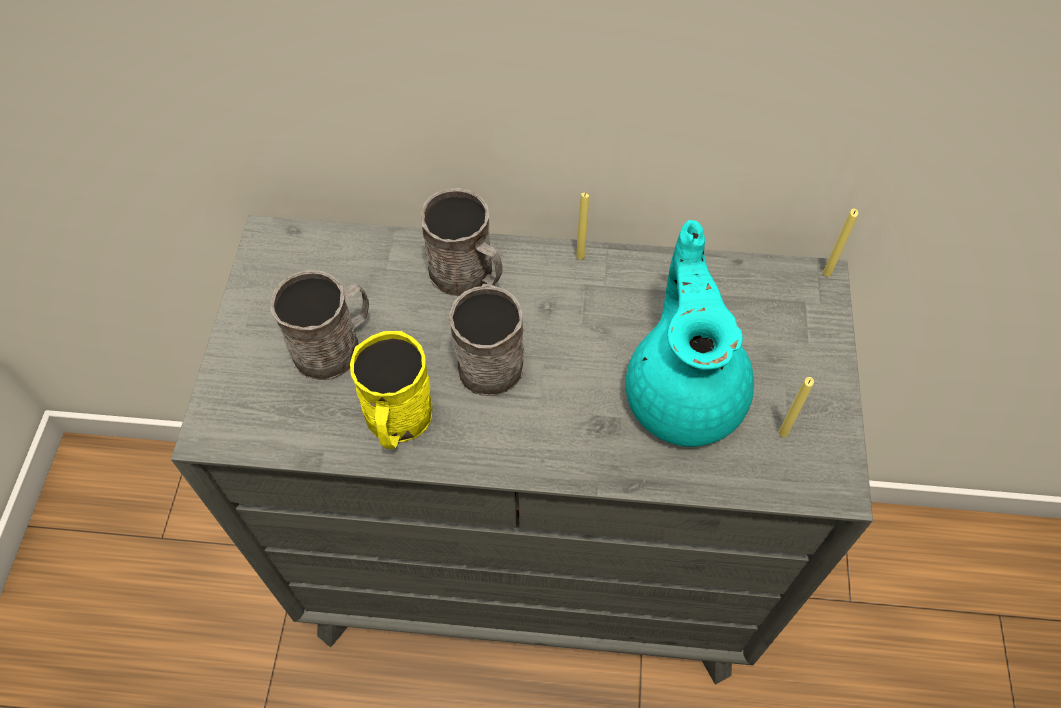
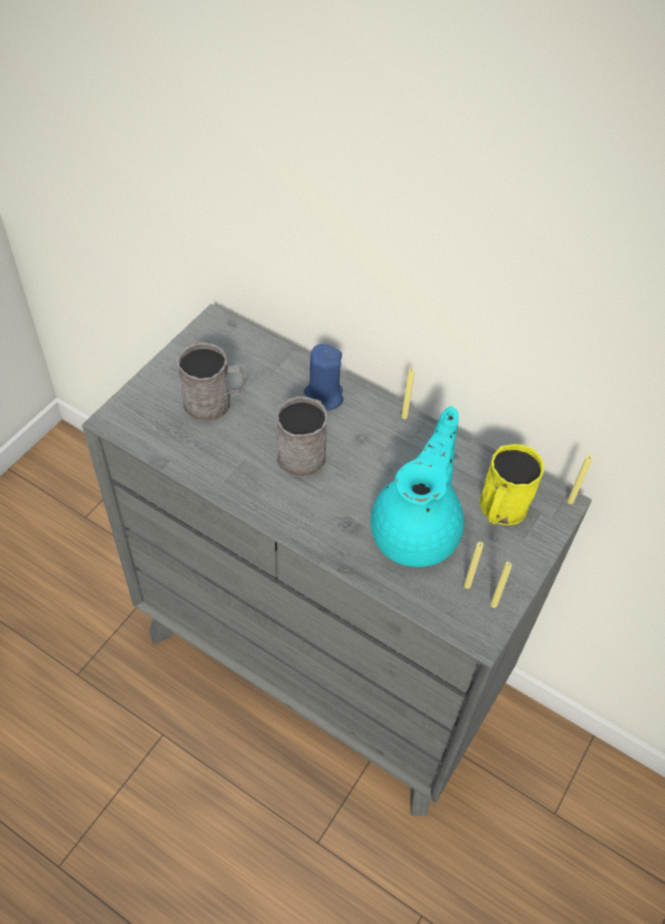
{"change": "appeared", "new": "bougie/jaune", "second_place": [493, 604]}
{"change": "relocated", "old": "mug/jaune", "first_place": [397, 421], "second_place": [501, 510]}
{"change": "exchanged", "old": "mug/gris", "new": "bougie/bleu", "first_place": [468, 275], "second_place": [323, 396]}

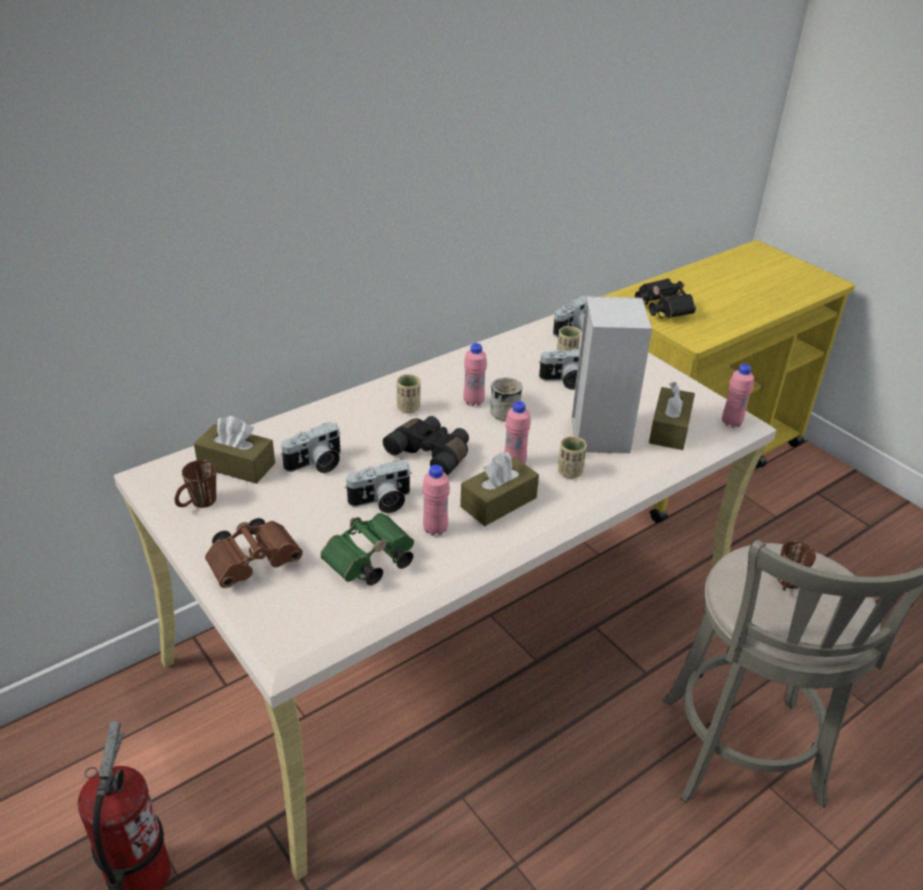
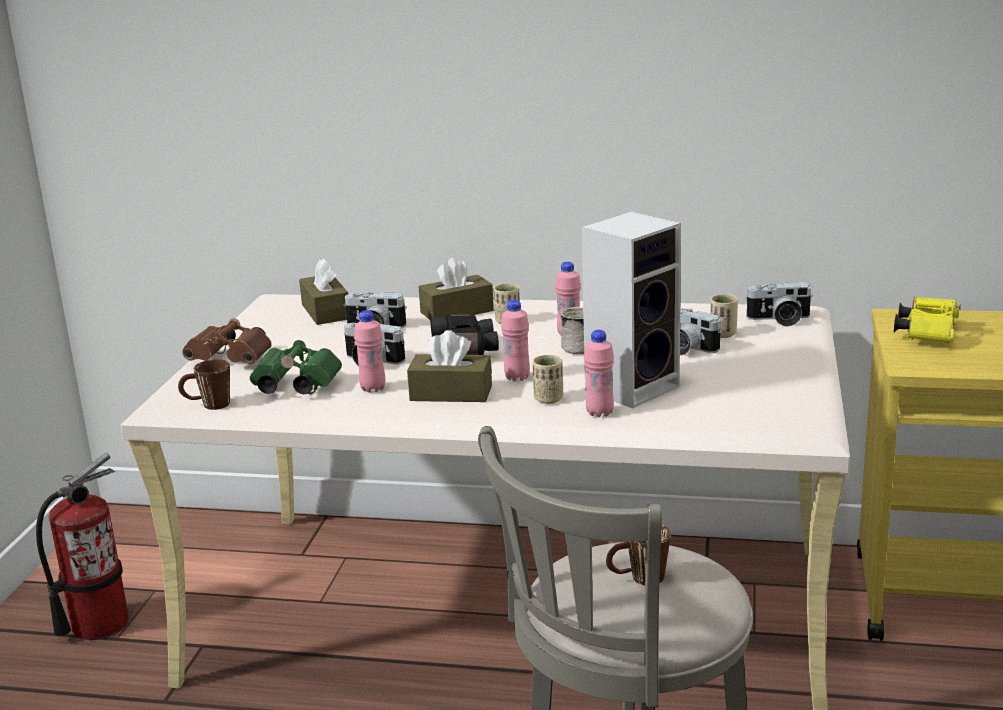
{"change": "relocated", "old": "mug/marron", "first_place": [198, 504], "second_place": [208, 405]}
{"change": "relocated", "old": "boîte à mouchoirs/marron", "first_place": [669, 429], "second_place": [457, 312]}
{"change": "relocated", "old": "bouteille/rose", "first_place": [731, 423], "second_place": [599, 413]}
{"change": "colour", "old": "jumelles/noir", "new": "jumelles/jaune", "first_place": [661, 308], "second_place": [927, 334]}

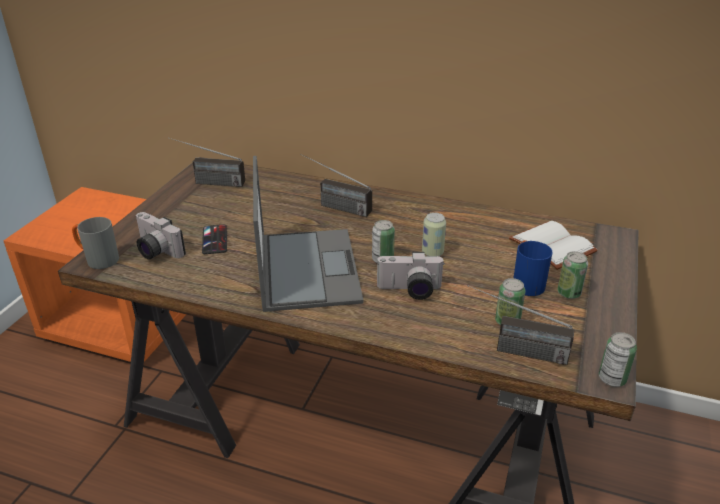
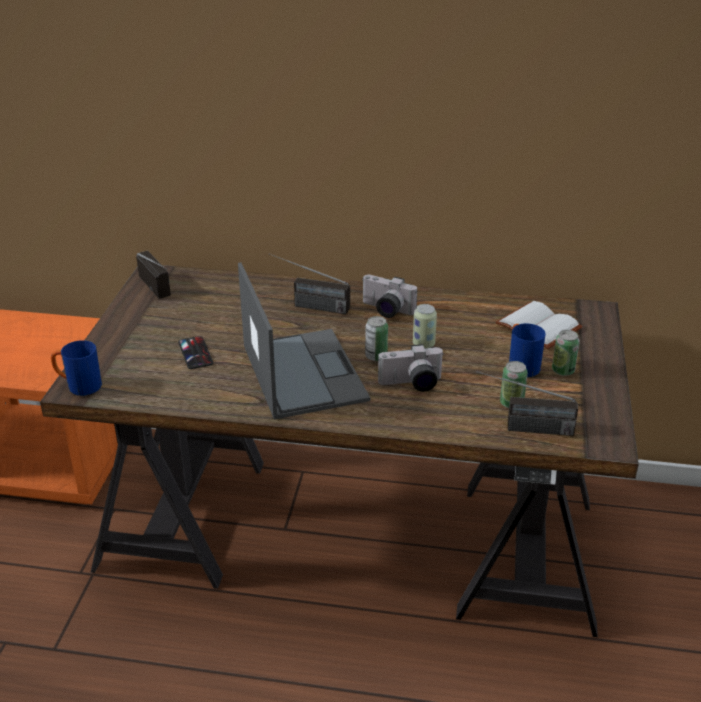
{"change": "missing", "old": "boîte métallique", "first_place": [612, 379]}
{"change": "relocated", "old": "appareil photo", "first_place": [155, 251], "second_place": [385, 310]}
{"change": "colour", "old": "mug/gris", "new": "mug/bleu", "first_place": [98, 260], "second_place": [78, 386]}
{"change": "spun", "old": "radio", "first_place": [207, 182], "second_place": [161, 291], "degrees": -120}

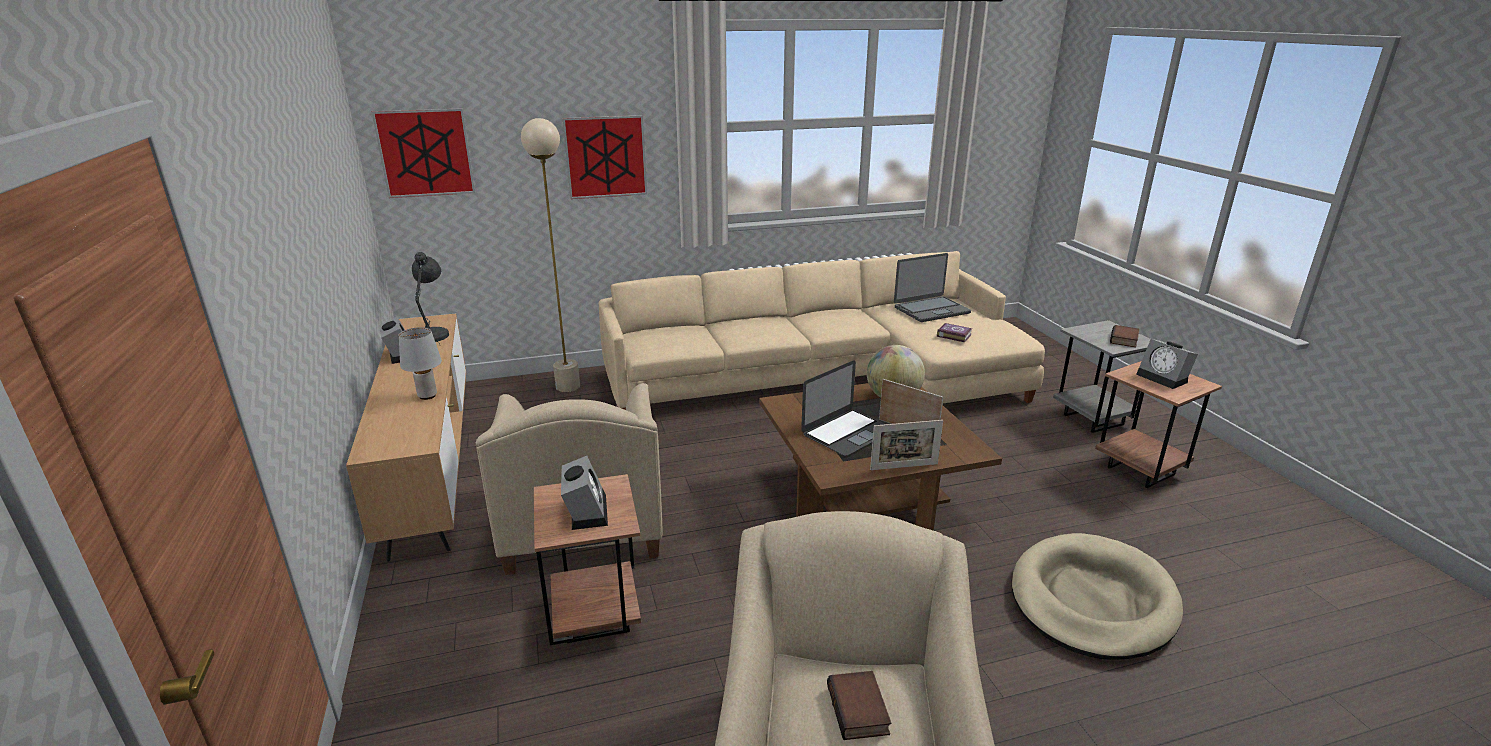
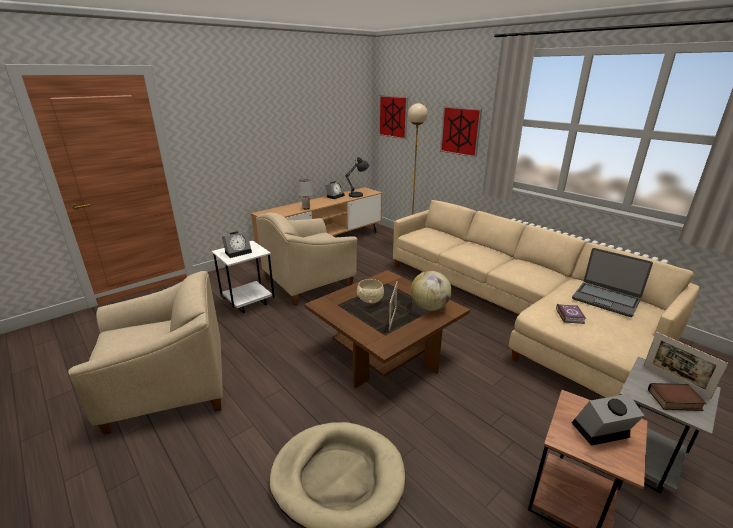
{"change": "missing", "old": "livre", "first_place": [860, 711]}
{"change": "relocated", "old": "cadre photo", "first_place": [904, 467], "second_place": [675, 381]}
{"change": "exchanged", "old": "ordinateur portable", "new": "bol/beige", "first_place": [847, 432], "second_place": [370, 300]}
{"change": "colour", "old": "table d'appoint/marron", "new": "table d'appoint/blanc", "first_place": [594, 618], "second_place": [248, 303]}
{"change": "spun", "old": "réveil", "first_place": [1164, 378], "second_place": [600, 432], "degrees": 45}

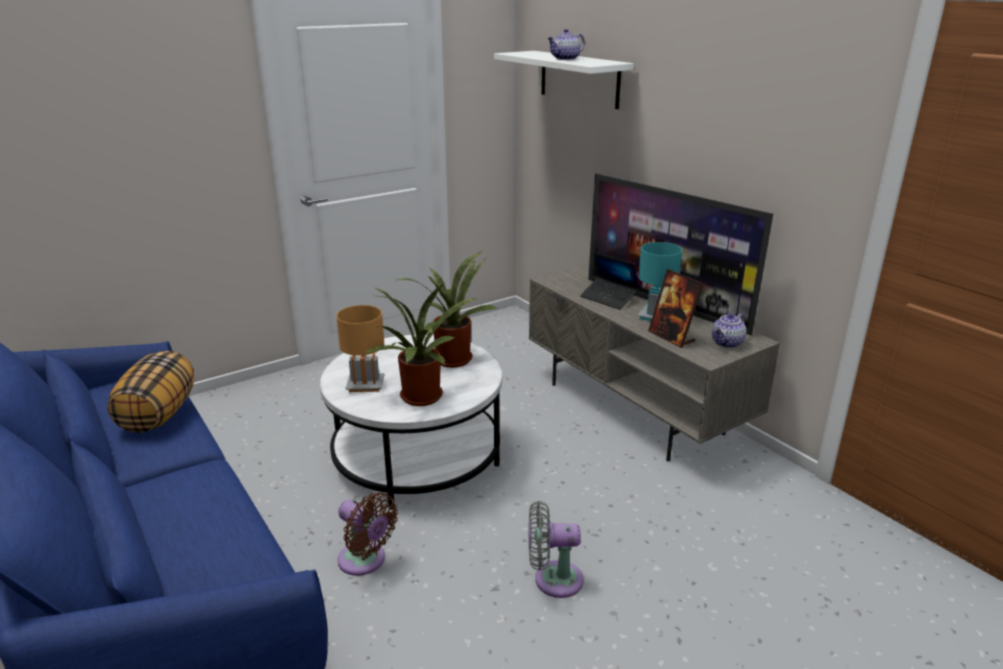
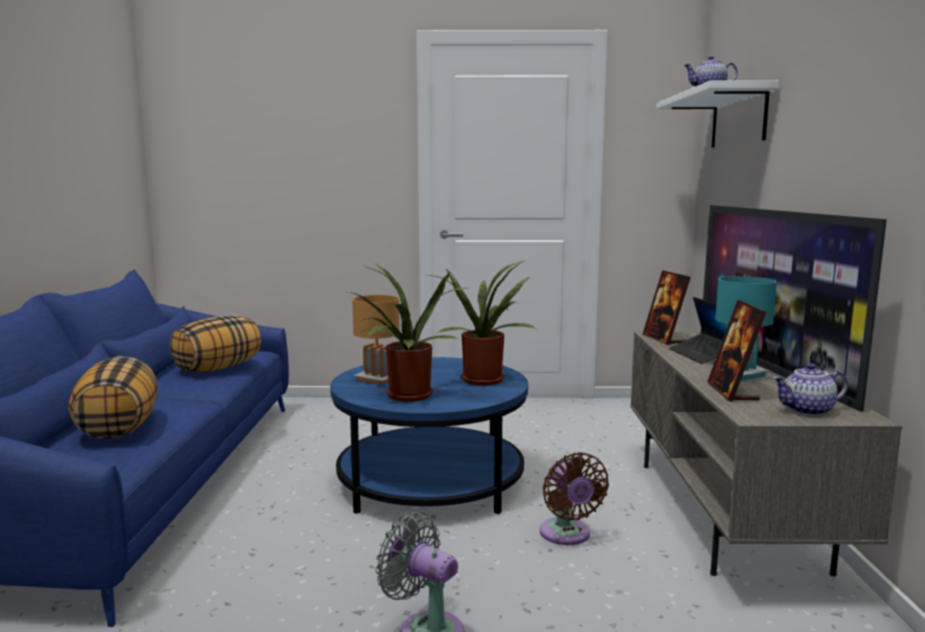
{"change": "appeared", "new": "coussin", "second_place": [118, 429]}
{"change": "appeared", "new": "cadre photo", "second_place": [664, 339]}
{"change": "relocated", "old": "ventilateur/marron", "first_place": [365, 561], "second_place": [567, 535]}
{"change": "colour", "old": "table basse/blanc", "new": "table basse/bleu", "first_place": [416, 456], "second_place": [430, 482]}

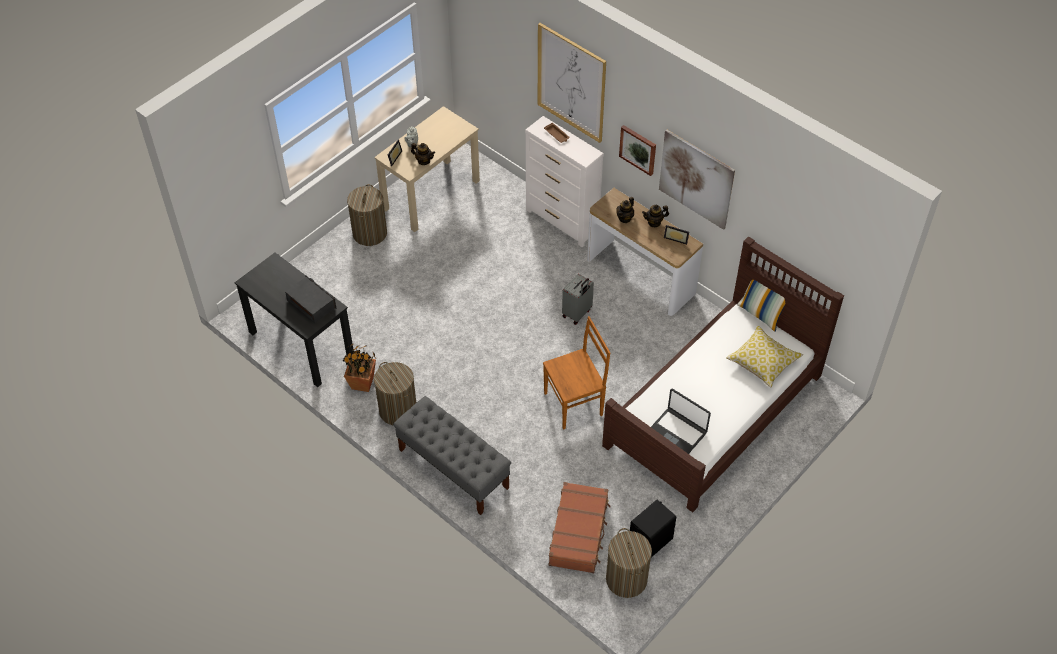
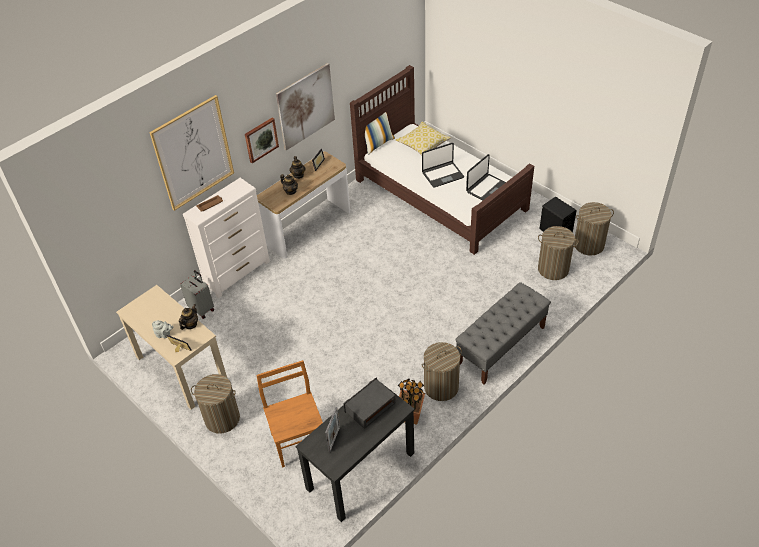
{"change": "appeared", "new": "cadre photo", "second_place": [334, 439]}
{"change": "appeared", "new": "ordinateur portable", "second_place": [442, 175]}
{"change": "relocated", "old": "chaise/marron", "first_place": [575, 403], "second_place": [298, 441]}
{"change": "relocated", "old": "valise/gris", "first_place": [577, 313], "second_place": [202, 309]}
{"change": "exchanged", "old": "valise/marron", "new": "panier à linge", "first_place": [579, 532], "second_place": [553, 269]}

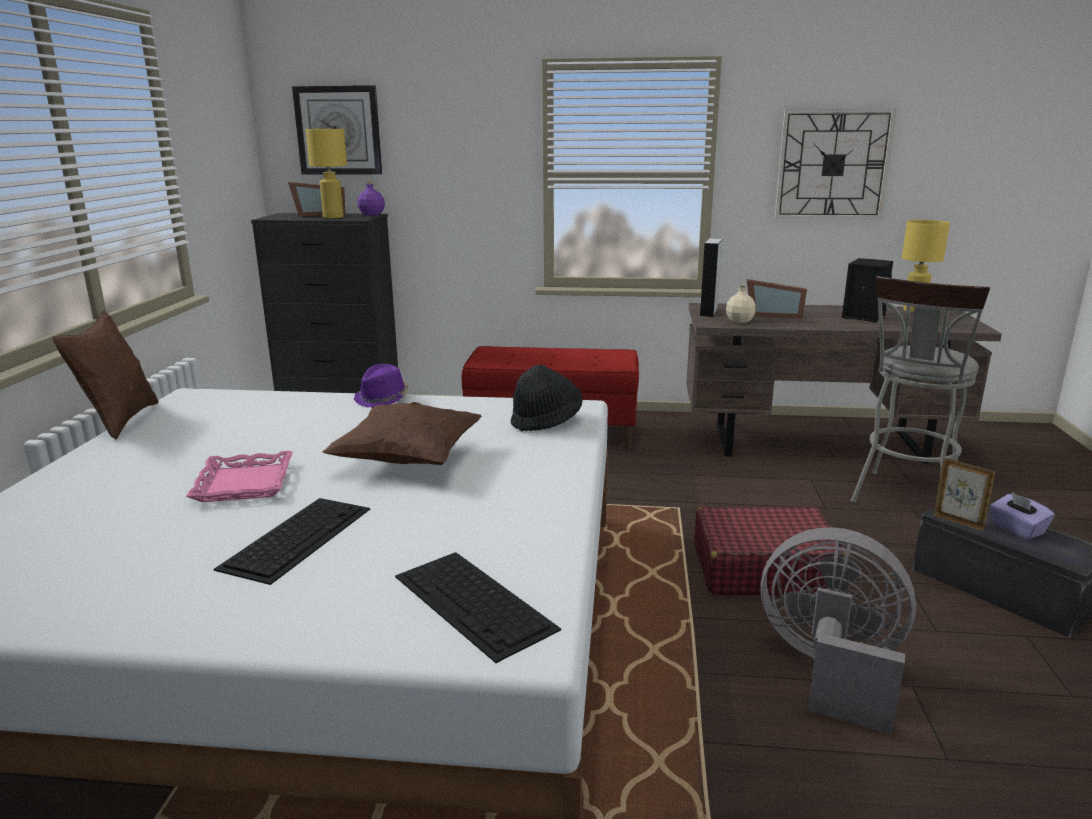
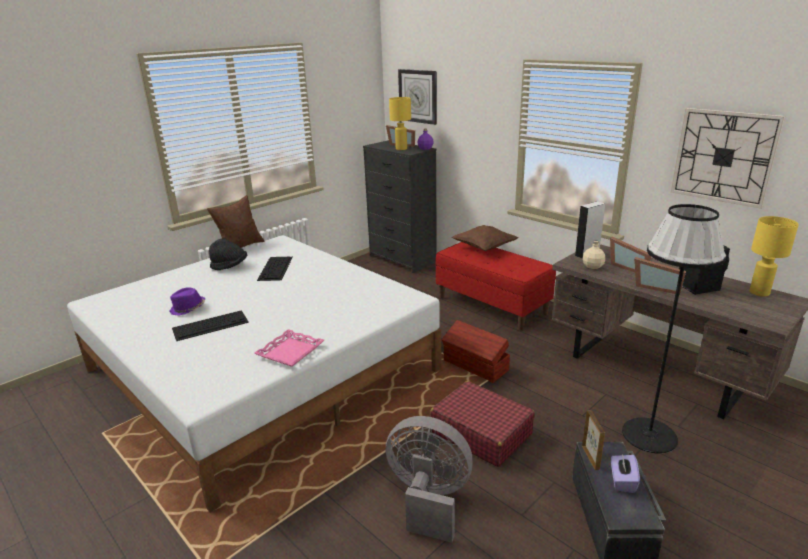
{"change": "appeared", "new": "boîte de rangement/marron", "second_place": [475, 366]}
{"change": "appeared", "new": "cadre photo", "second_place": [656, 287]}
{"change": "relocated", "old": "plateau/rose", "first_place": [243, 483], "second_place": [290, 352]}
{"change": "relocated", "old": "coussin/marron", "first_place": [408, 460], "second_place": [484, 248]}
{"change": "relocated", "old": "chapeau/violet", "first_place": [383, 399], "second_place": [188, 309]}
{"change": "relocated", "old": "clavier", "first_place": [475, 602], "second_place": [275, 268]}
{"change": "relocated", "old": "chapeau/noir", "first_place": [546, 421], "second_place": [230, 267]}
{"change": "exchanged", "old": "tabouret/gris", "new": "lampadaire/noir", "first_place": [903, 500], "second_place": [649, 435]}
{"change": "spun", "old": "ventilateur/gris", "first_place": [830, 670], "second_place": [428, 499], "degrees": -45}

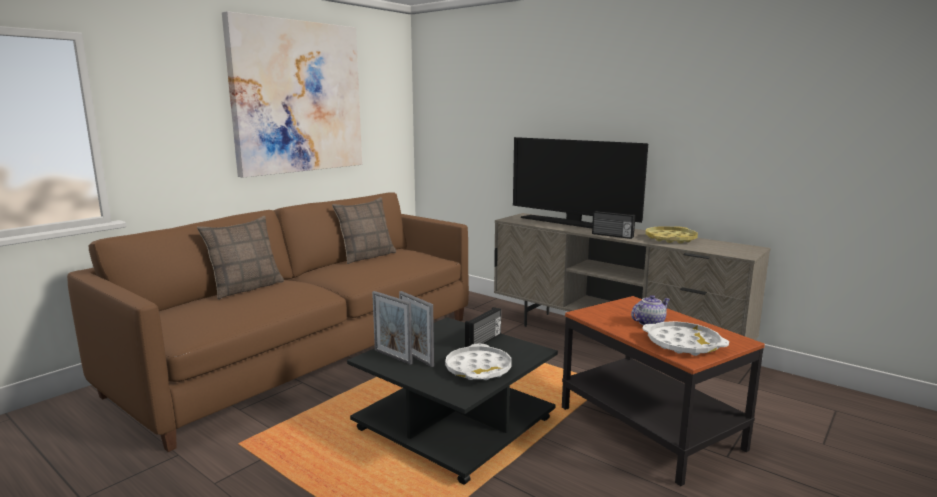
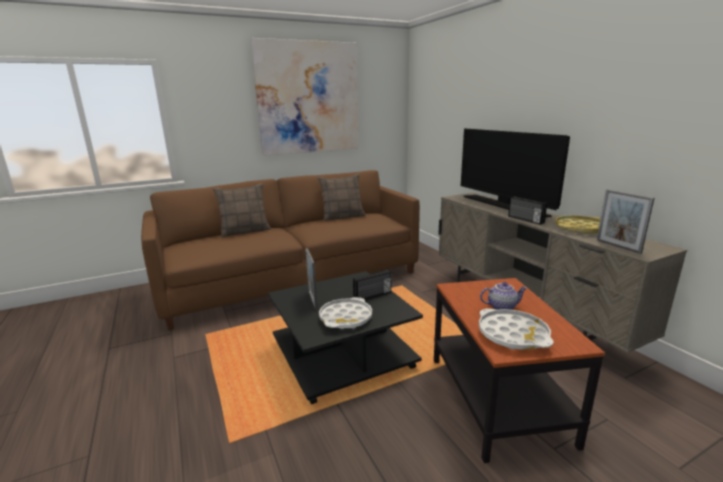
{"change": "relocated", "old": "cadre photo", "first_place": [393, 356], "second_place": [618, 246]}

